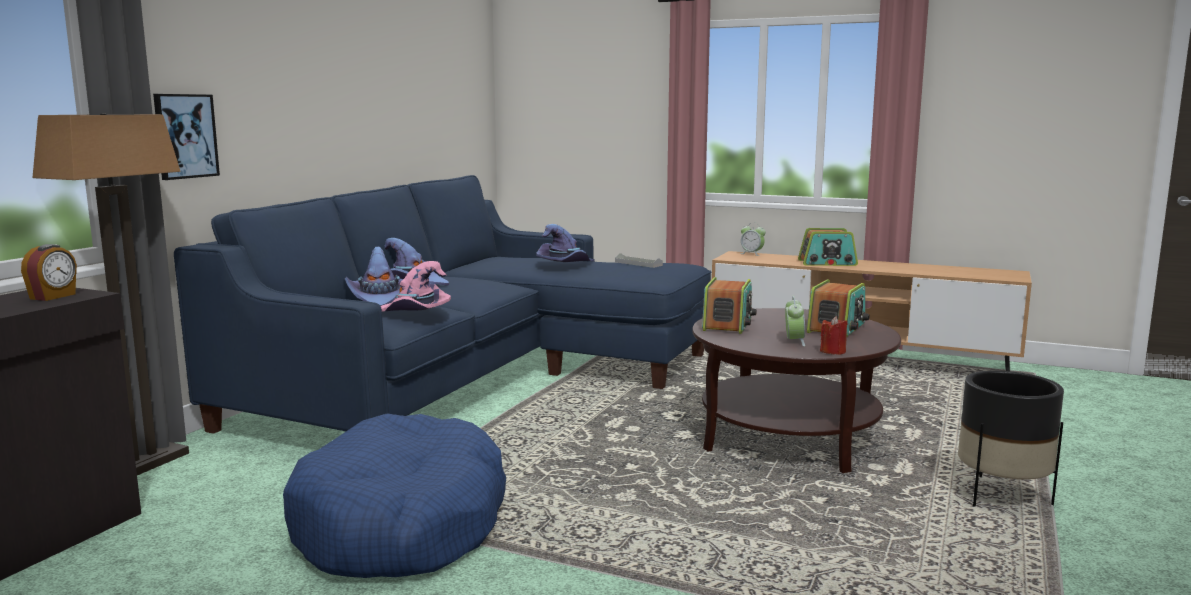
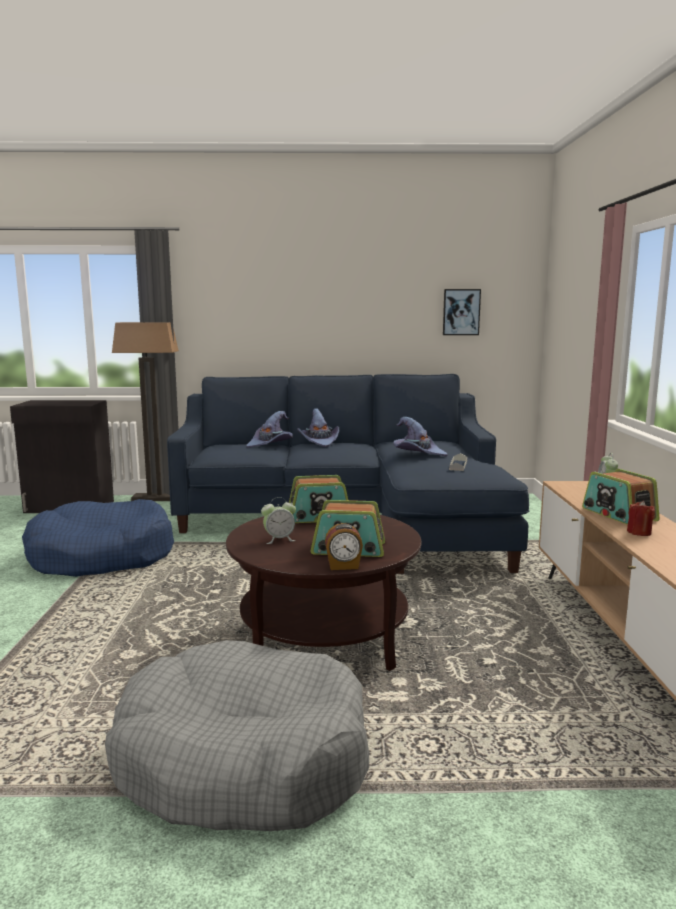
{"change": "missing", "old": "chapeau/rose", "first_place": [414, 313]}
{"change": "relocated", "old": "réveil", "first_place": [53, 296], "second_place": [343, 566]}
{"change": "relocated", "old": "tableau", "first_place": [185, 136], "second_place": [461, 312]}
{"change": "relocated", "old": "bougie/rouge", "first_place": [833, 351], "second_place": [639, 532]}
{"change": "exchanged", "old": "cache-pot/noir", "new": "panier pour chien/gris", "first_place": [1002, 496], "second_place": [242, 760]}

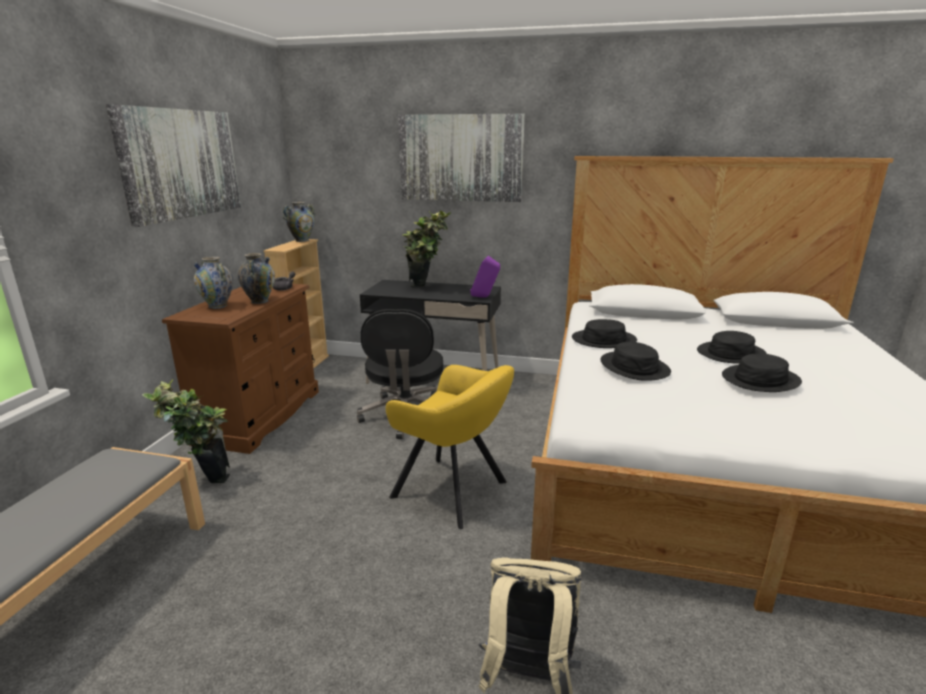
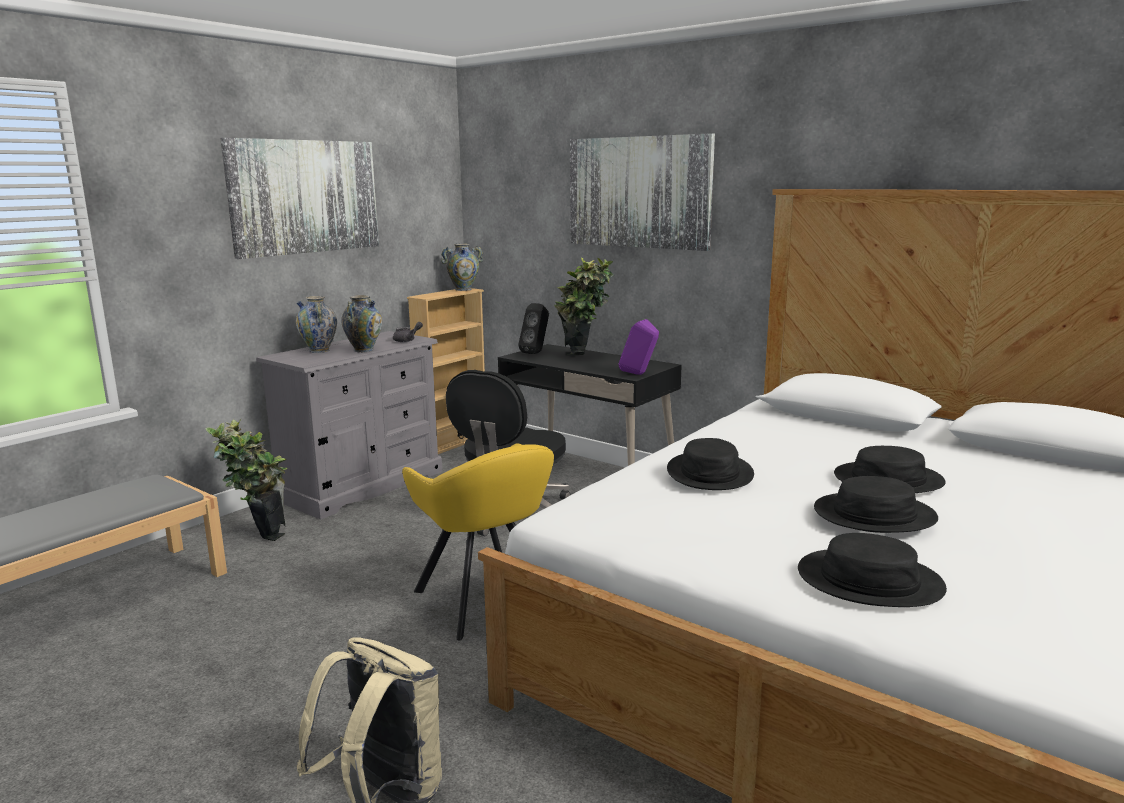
{"change": "appeared", "new": "enceinte/noir", "second_place": [536, 353]}
{"change": "relocated", "old": "chapeau/noir", "first_place": [603, 340], "second_place": [869, 580]}
{"change": "colour", "old": "commode/marron", "new": "commode/gris", "first_place": [260, 416], "second_place": [362, 485]}

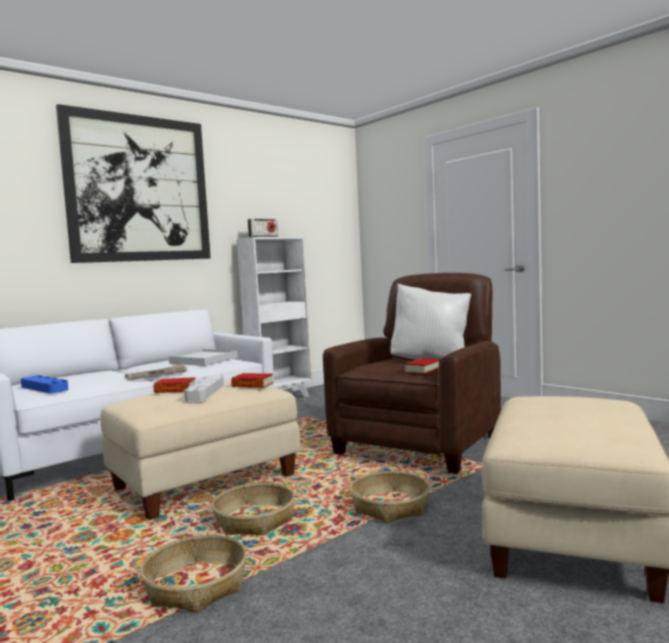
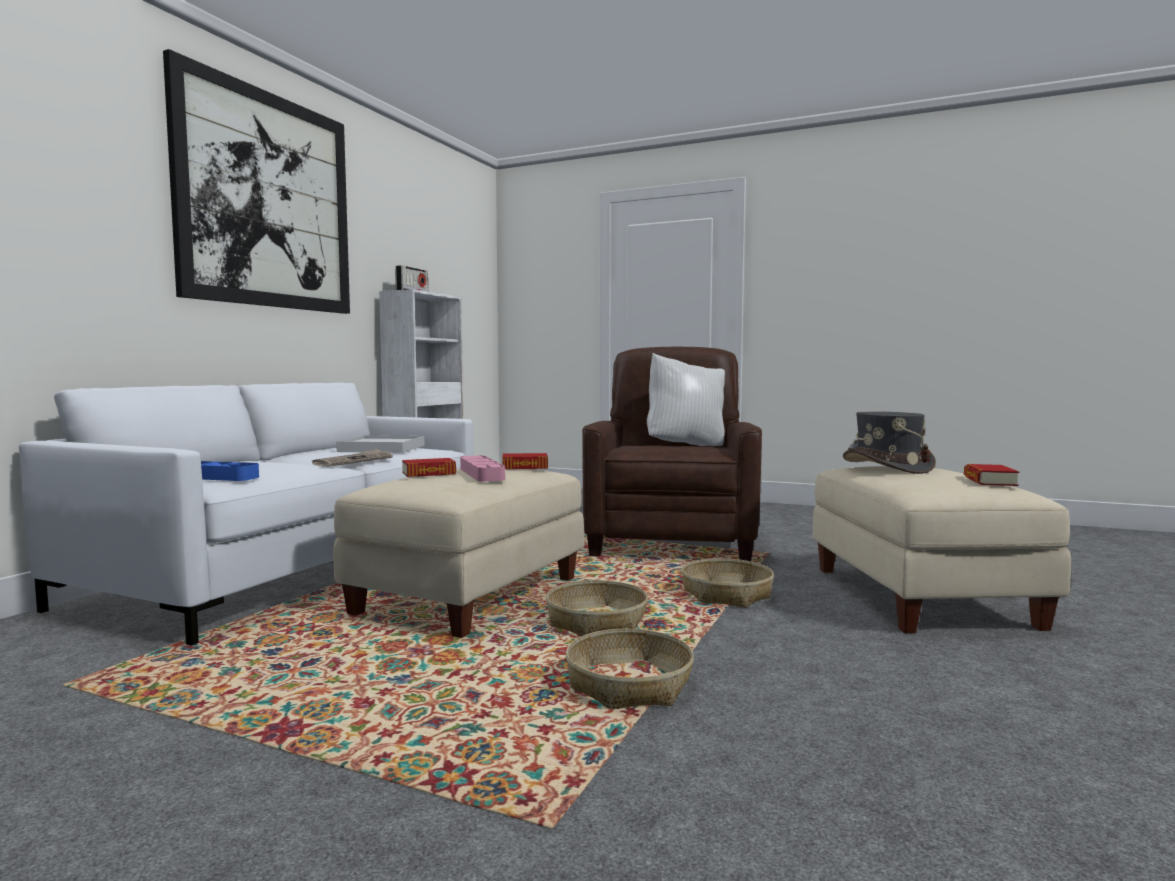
{"change": "appeared", "new": "chapeau/gris", "second_place": [887, 467]}
{"change": "relocated", "old": "livre", "first_place": [423, 370], "second_place": [989, 481]}
{"change": "colour", "old": "plateau/gris", "new": "plateau/rose", "first_place": [205, 392], "second_place": [481, 474]}

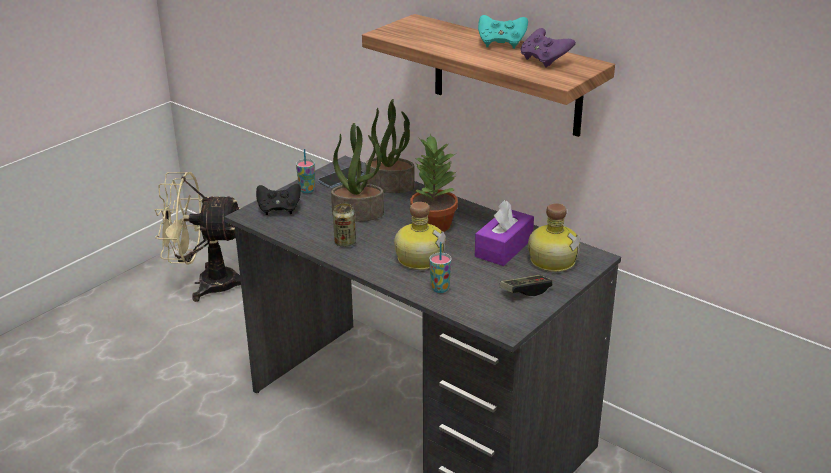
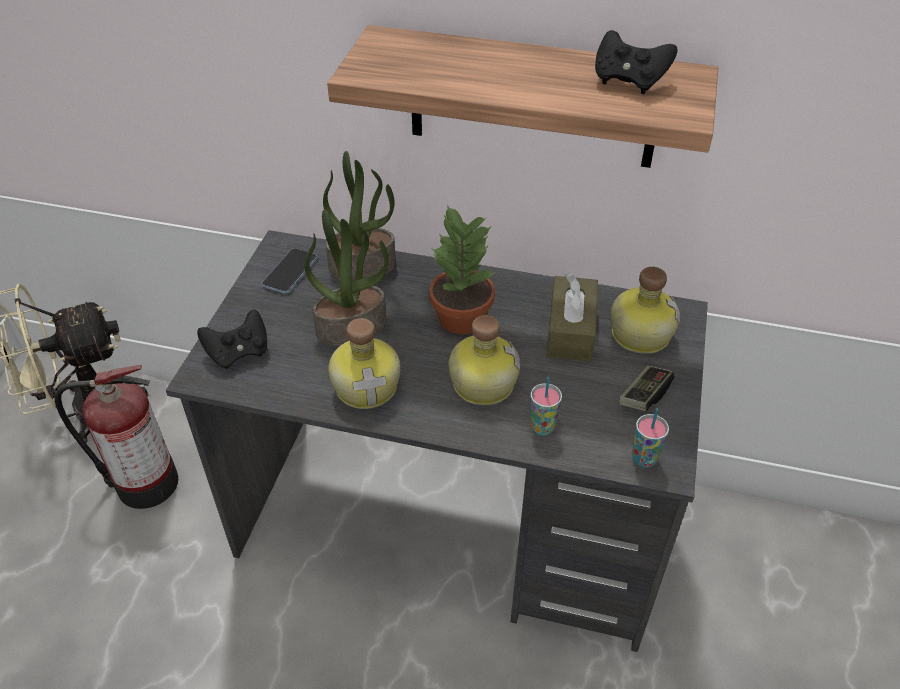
{"change": "missing", "old": "manette/turquoise", "first_place": [501, 44]}
{"change": "appeared", "new": "extincteur", "second_place": [143, 483]}
{"change": "relocated", "old": "tasse", "first_place": [307, 190], "second_place": [644, 459]}
{"change": "exchanged", "old": "boîte métallique", "new": "bouteille", "first_place": [345, 242], "second_place": [367, 386]}
{"change": "colour", "old": "boîte à mouchoirs/violet", "new": "boîte à mouchoirs/marron", "first_place": [504, 248], "second_place": [570, 330]}
{"change": "colour", "old": "manette/violet", "new": "manette/noir", "first_place": [544, 61], "second_place": [629, 81]}

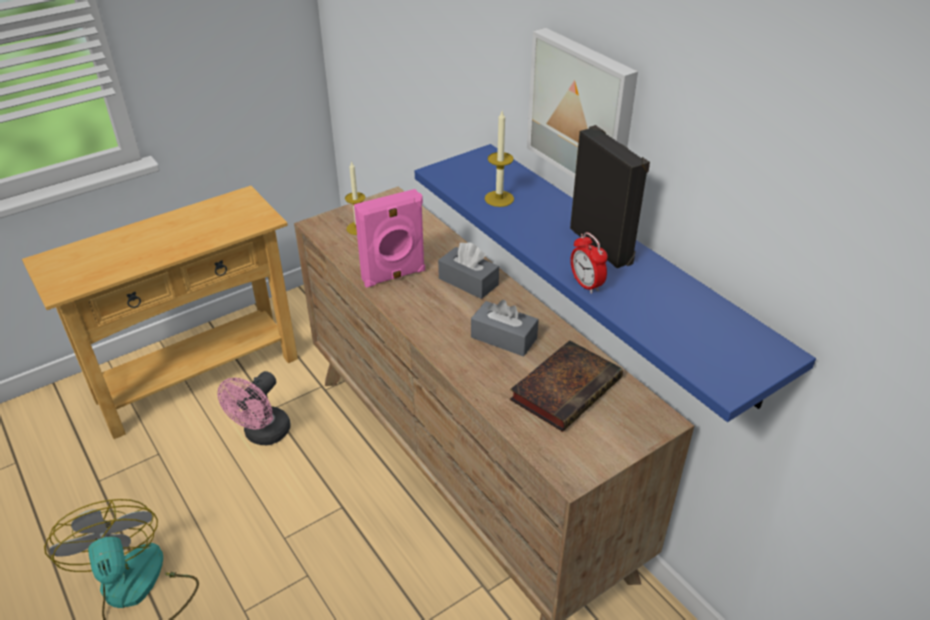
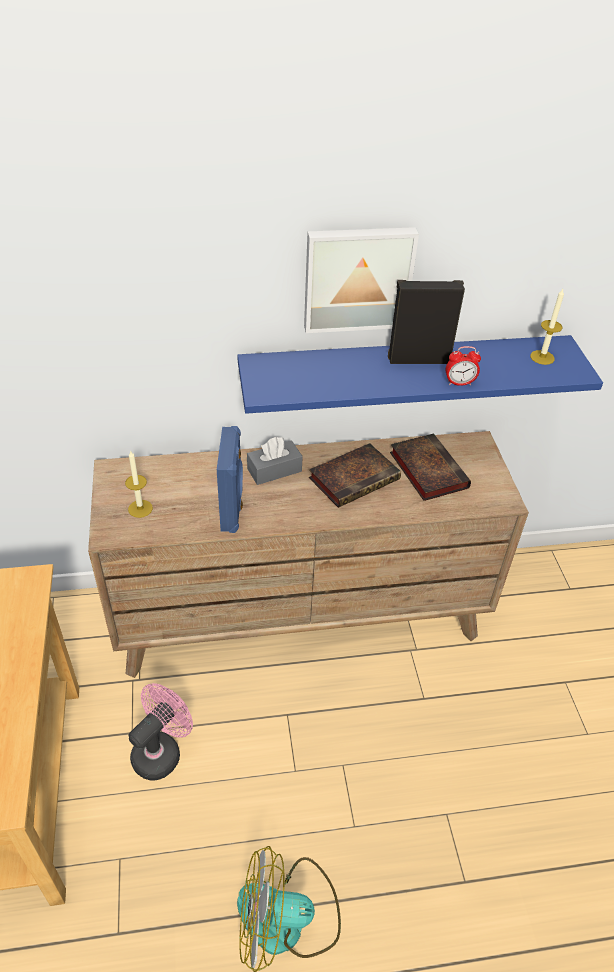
{"change": "relocated", "old": "bougie", "first_place": [499, 198], "second_place": [542, 357]}
{"change": "exchanged", "old": "boîte à mouchoirs/gris", "new": "livre", "first_place": [504, 338], "second_place": [355, 478]}
{"change": "colour", "old": "enceinte/rose", "new": "enceinte/bleu", "first_place": [394, 276], "second_place": [233, 510]}
{"change": "spun", "old": "ventilateur/rose", "first_place": [263, 435], "second_place": [161, 751], "degrees": -105}

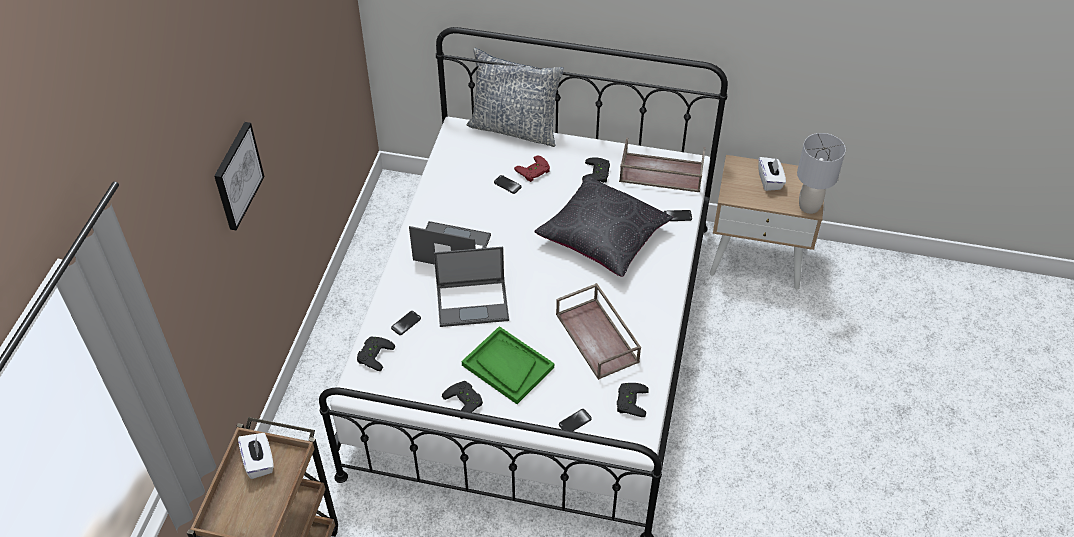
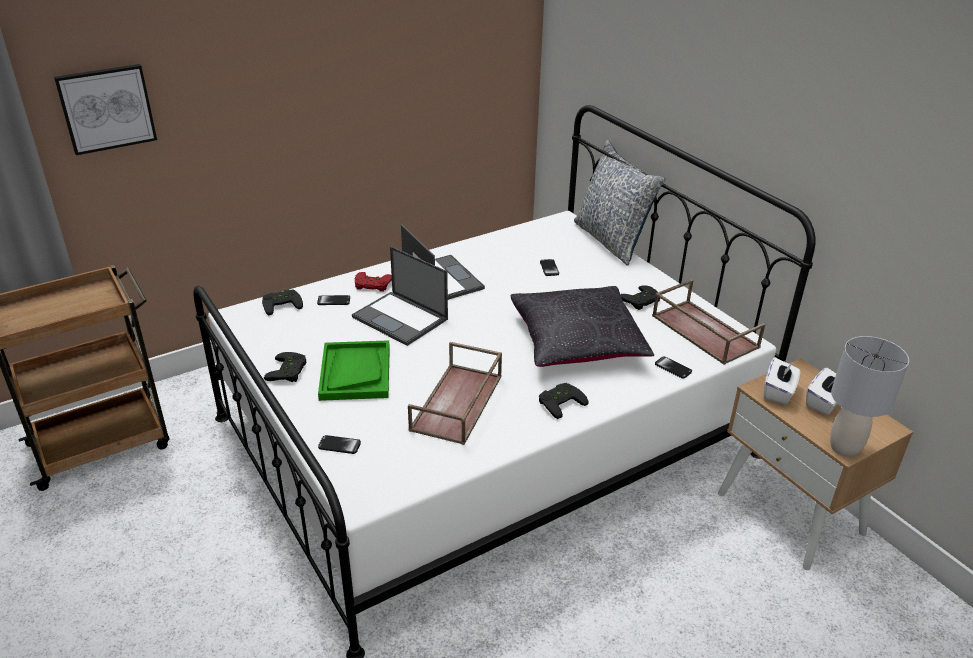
{"change": "relocated", "old": "tableau", "first_place": [237, 175], "second_place": [107, 108]}
{"change": "relocated", "old": "boîte à mouchoirs/blanc", "first_place": [259, 462], "second_place": [778, 392]}
{"change": "relocated", "old": "manette/rouge", "first_place": [534, 172], "second_place": [372, 285]}
{"change": "relocated", "old": "manette/noir", "first_place": [629, 401], "second_place": [560, 401]}

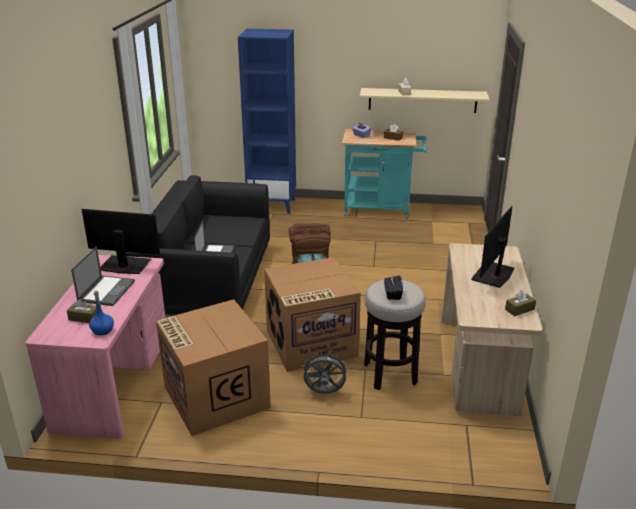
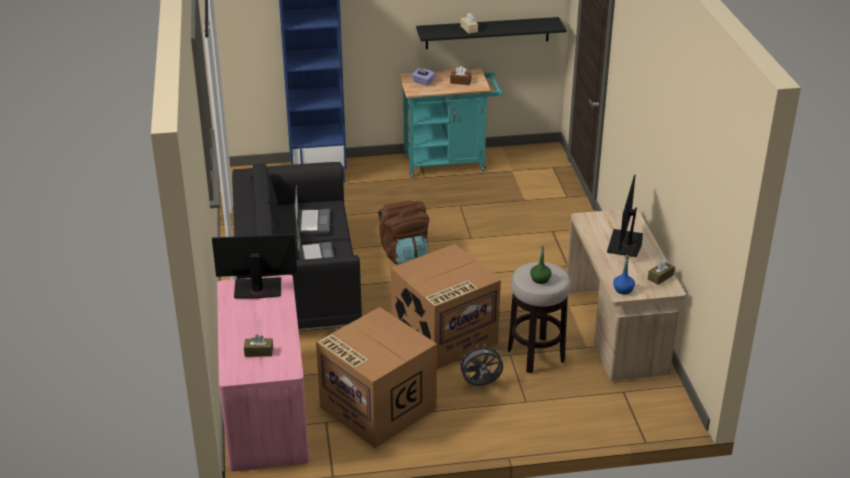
{"change": "relocated", "old": "ordinateur portable", "first_place": [106, 290], "second_place": [313, 221]}
{"change": "relocated", "old": "bouteille/bleu", "first_place": [102, 330], "second_place": [623, 289]}
{"change": "exchanged", "old": "boîte à mouchoirs/noir", "new": "bouteille/vert", "first_place": [392, 294], "second_place": [540, 279]}
{"change": "colour", "old": "étagère/beige", "new": "étagère/noir", "first_place": [422, 100], "second_place": [487, 33]}

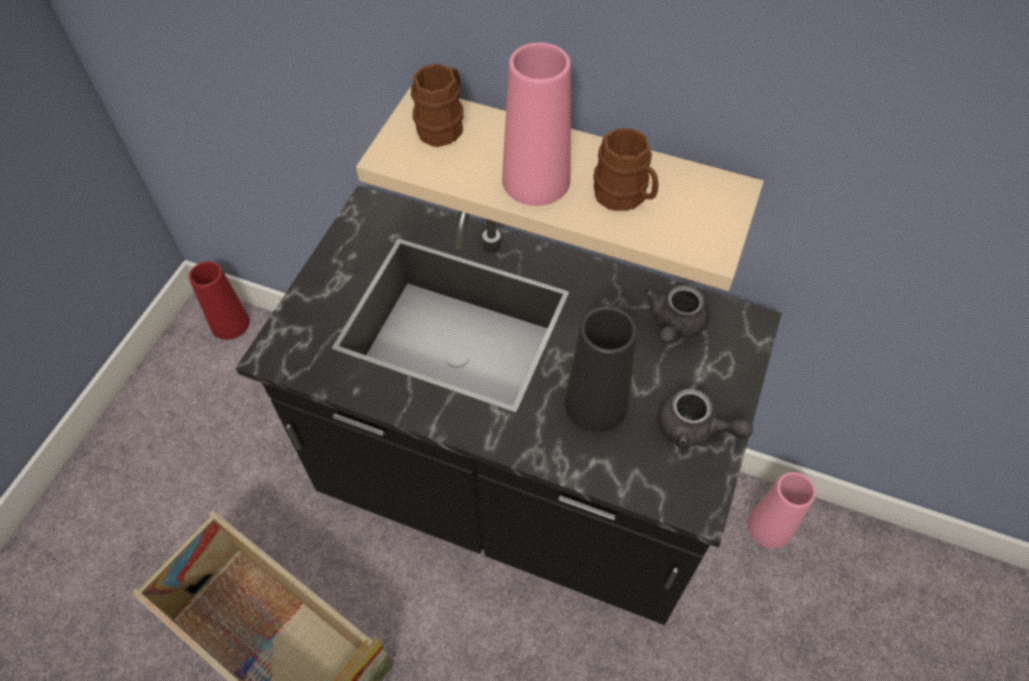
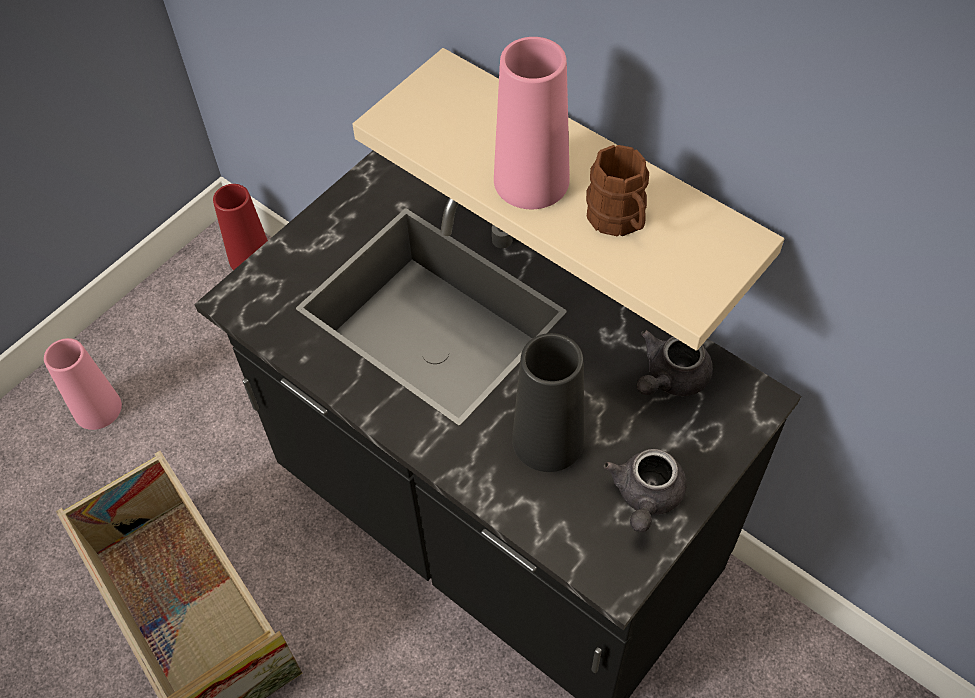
{"change": "missing", "old": "mug/marron", "first_place": [443, 125]}
{"change": "relocated", "old": "vase/rose", "first_place": [770, 527], "second_place": [97, 409]}
{"change": "spun", "old": "théière/gris", "first_place": [694, 429], "second_place": [645, 497], "degrees": 60}

